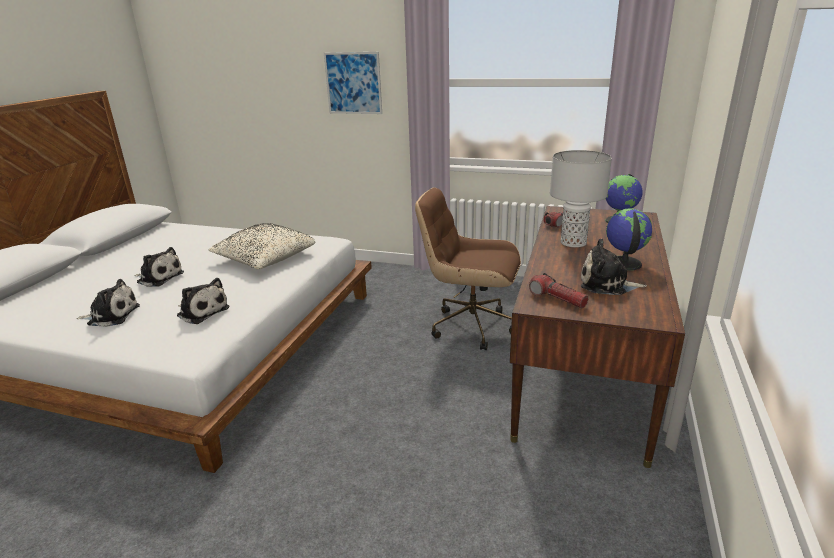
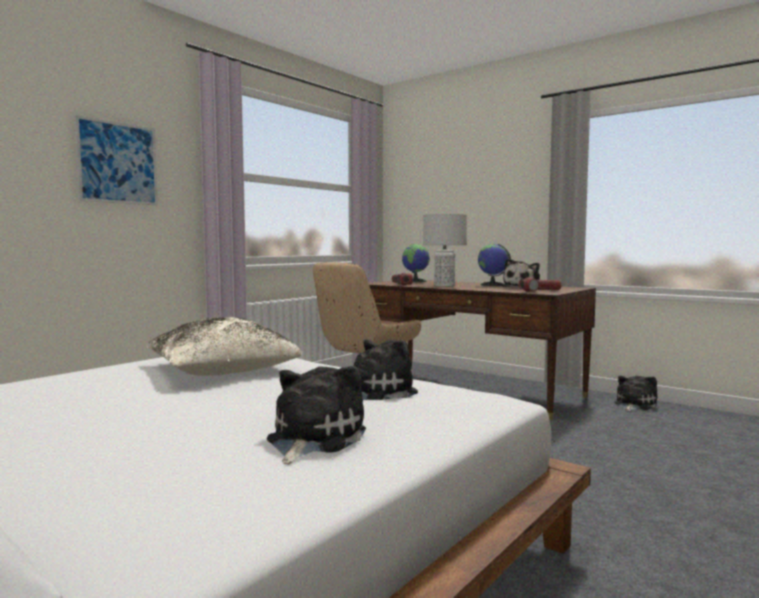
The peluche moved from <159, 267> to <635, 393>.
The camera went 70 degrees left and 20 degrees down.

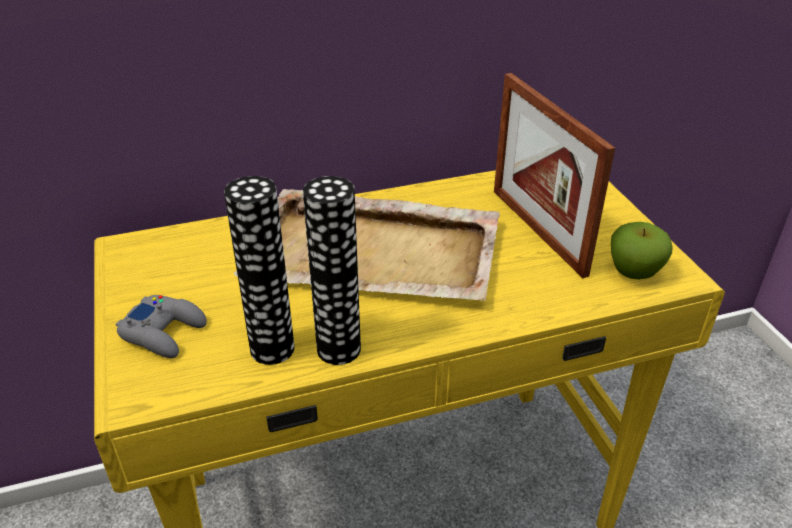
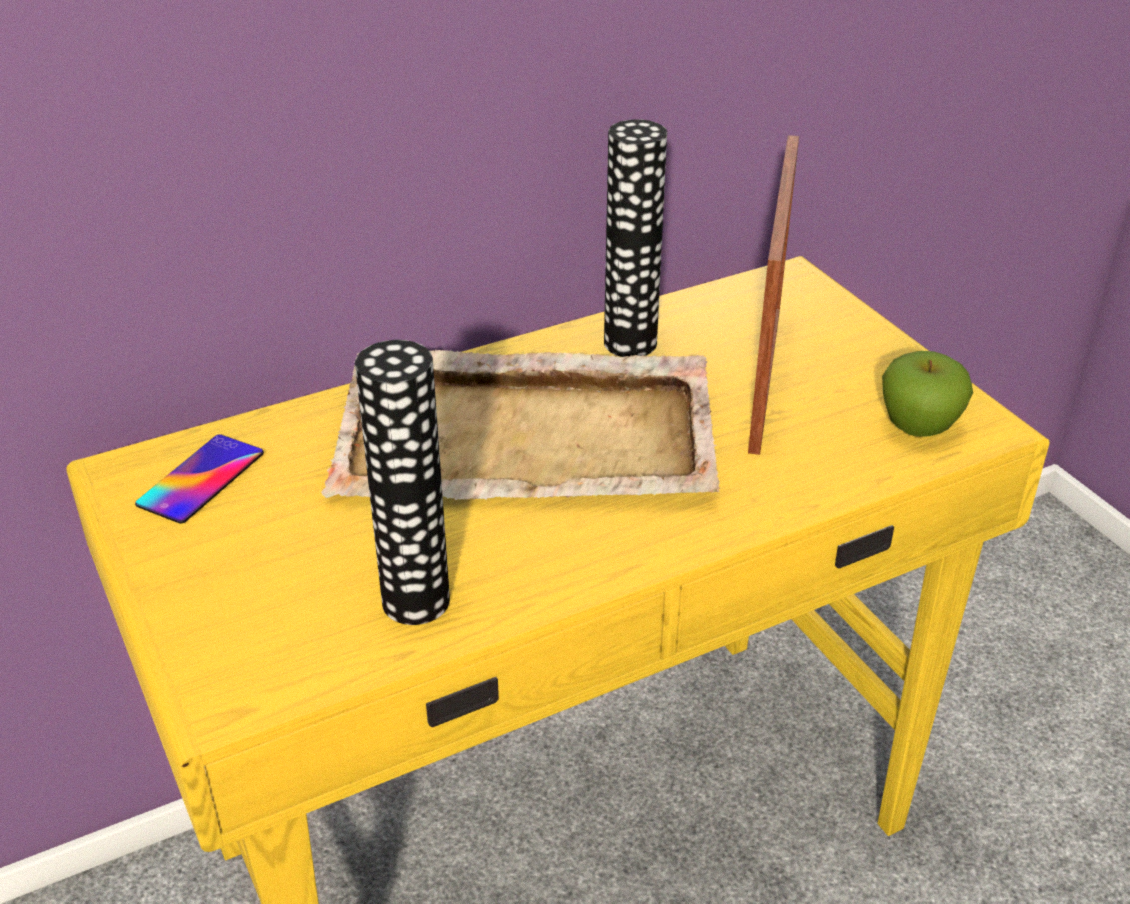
The mando de consola (gris) at <161, 326> disappeared.
The móvil at <199, 478> appeared.
The florero moved from <332, 270> to <635, 238>.
The portarretratos at <554, 175> turned 135 degrees counterclockwise.
The camera went 10 degrees left and 0 degrees up.

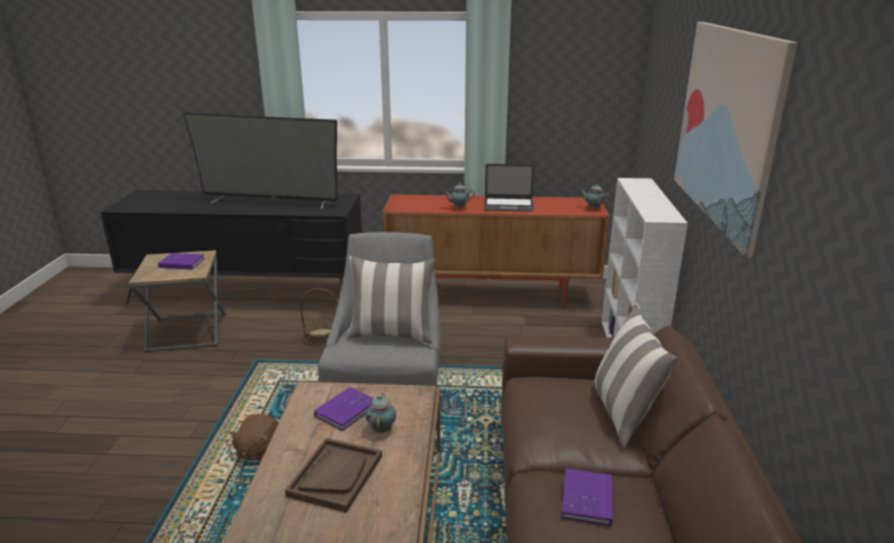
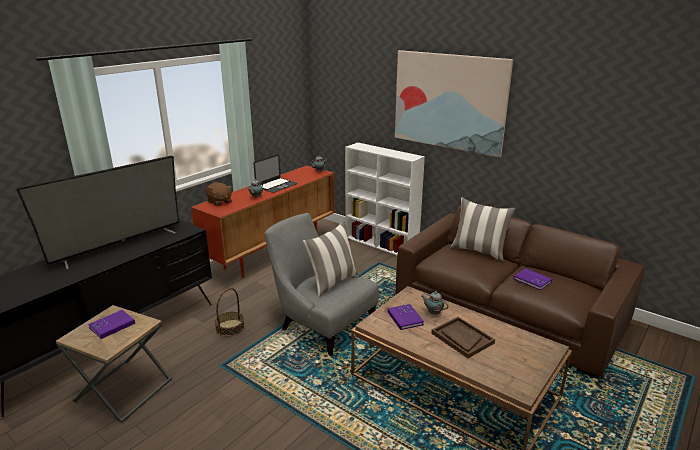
The peluche (marrón) moved from <253, 437> to <219, 194>.
The camera went 55 degrees left and 0 degrees up.

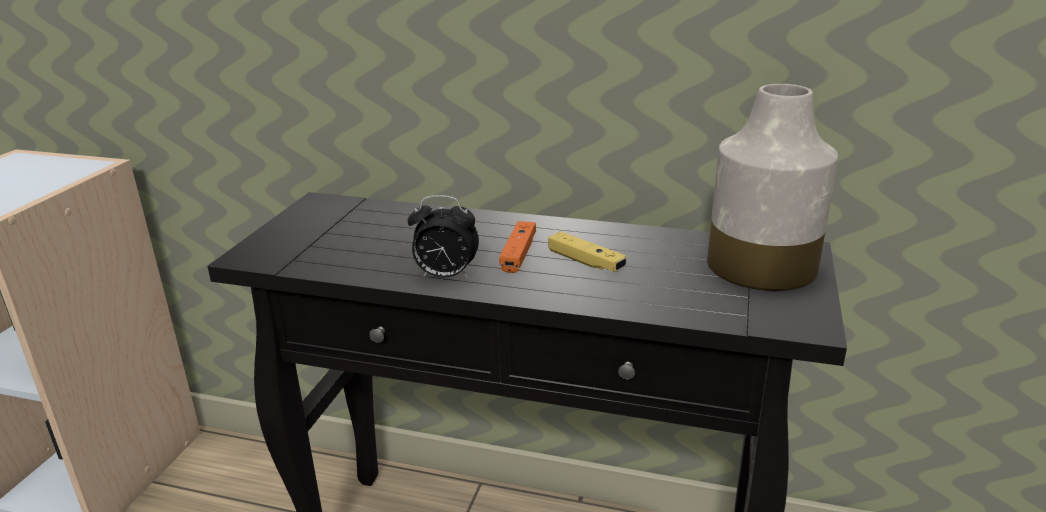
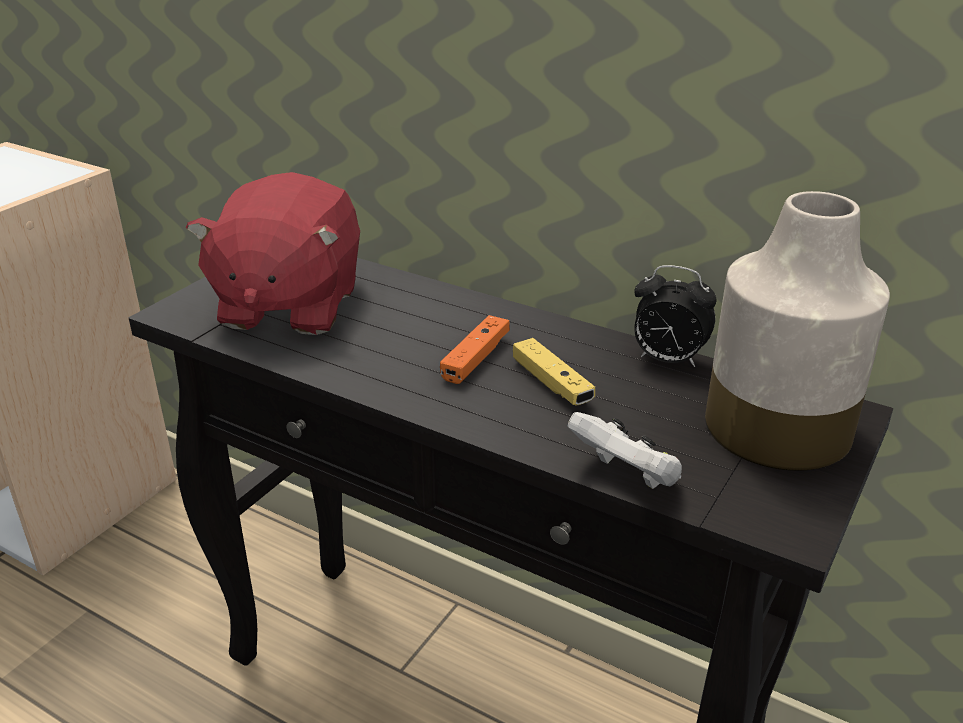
The peluche (rojo) at <273, 253> appeared.
The mando de consola (blanco) at <624, 450> appeared.
The despertador moved from <443, 237> to <675, 316>.
The camera went 15 degrees right and 5 degrees up.

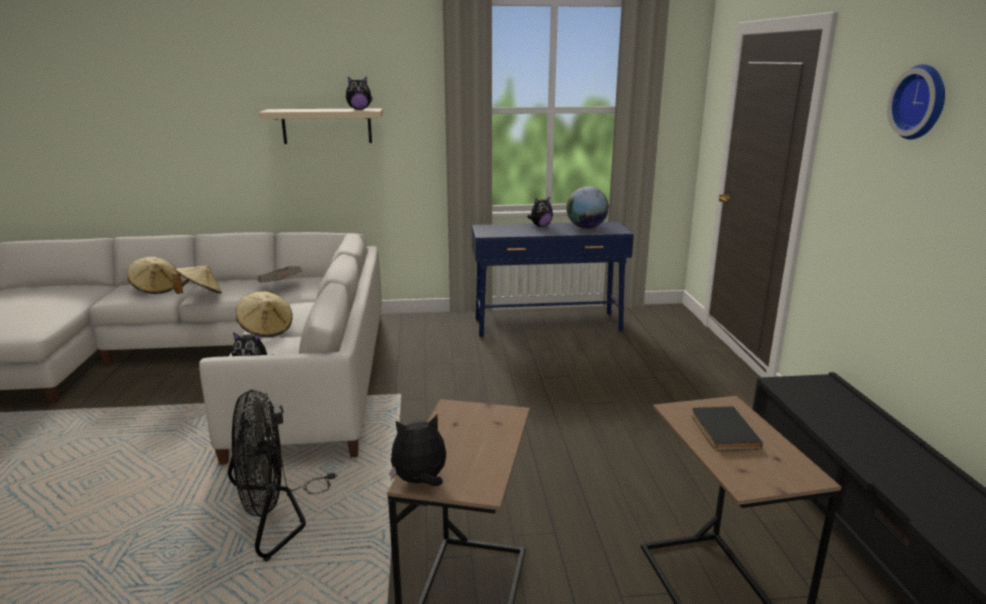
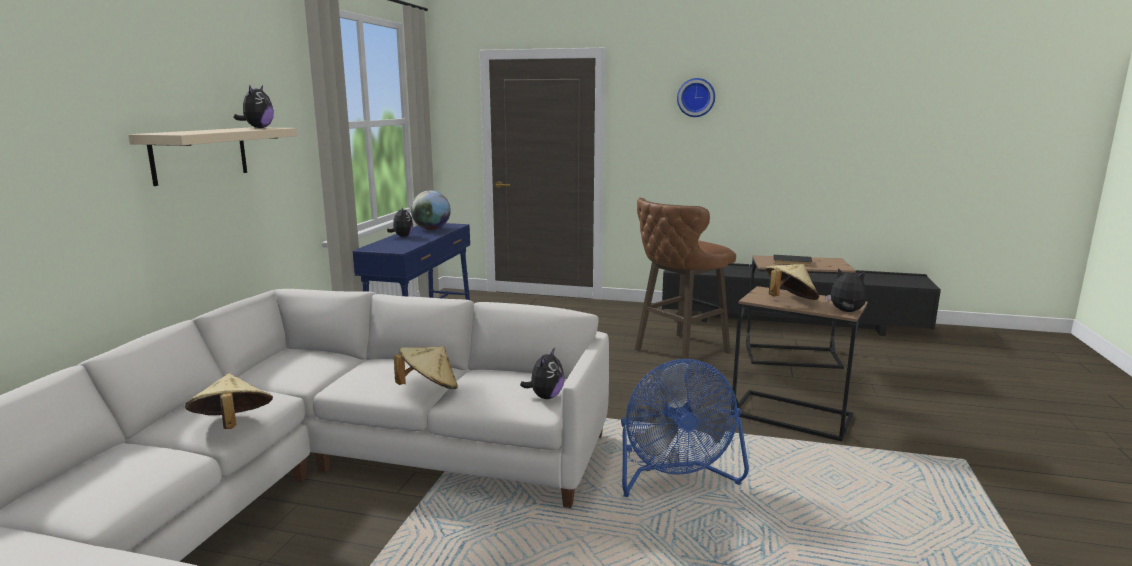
The periódico at <280, 274> disappeared.
The taburete (marrón) at <685, 280> appeared.
The sombrero (beis) moved from <151, 275> to <792, 282>.
The ventilador (negro) at <283, 475> became the ventilador (azul) at <685, 428>.
The peluche at <417, 450> turned 120 degrees clockwise.
The camera went 70 degrees left and 5 degrees down.

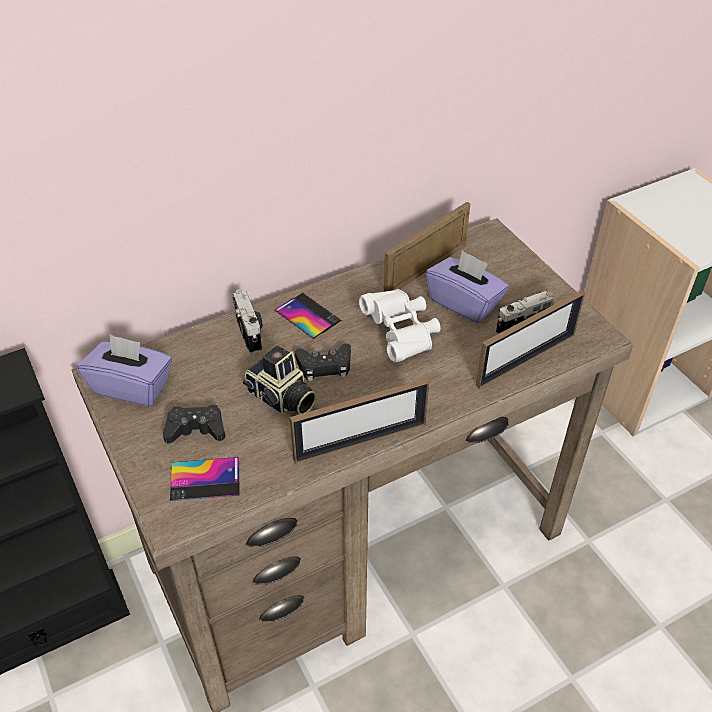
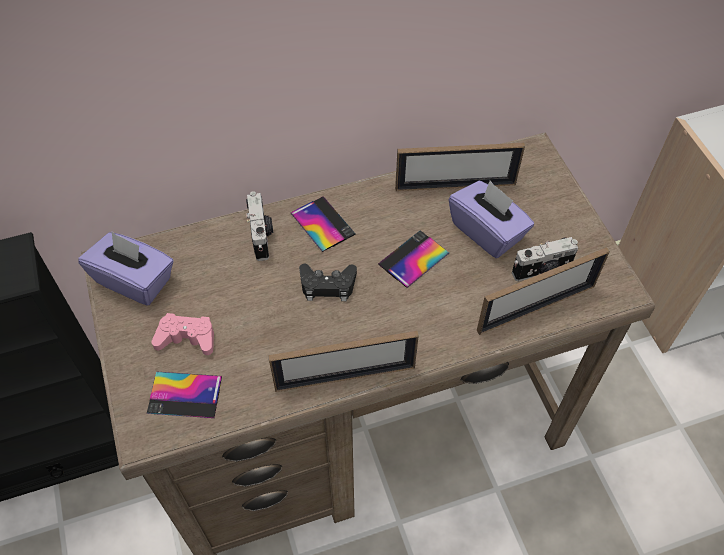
The cámara at <280, 380> disappeared.
The prismáticos (blanco) at <399, 326> was replaced by the móvil at <413, 259>.
The mando de consola (negro) at <194, 424> became the mando de consola (rosa) at <183, 334>.
The portarretratos at <427, 247> turned 150 degrees counterclockwise.
The camera went 10 degrees right and 10 degrees up.

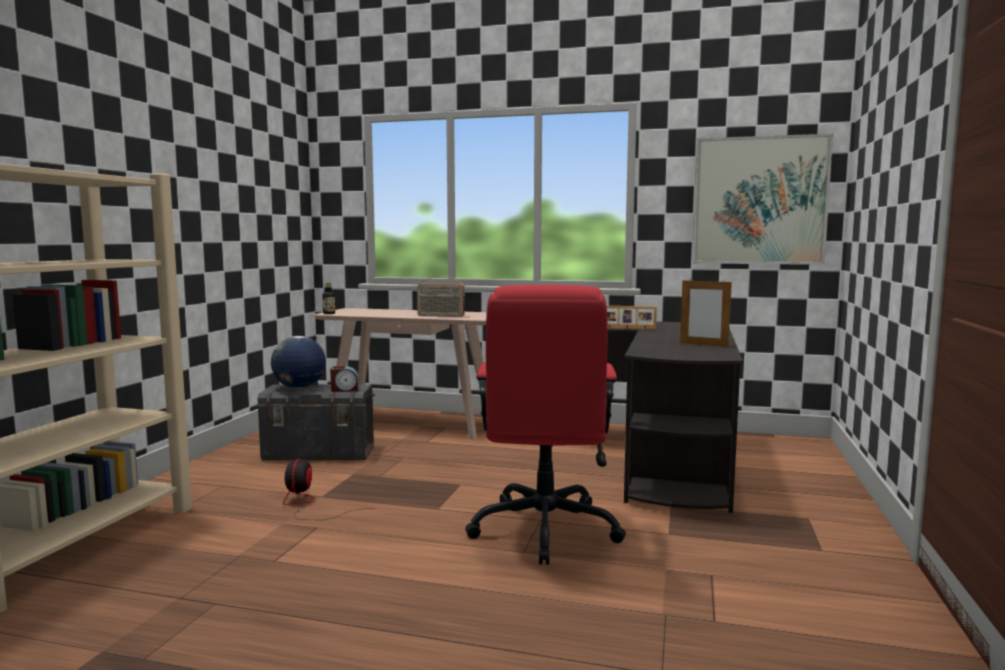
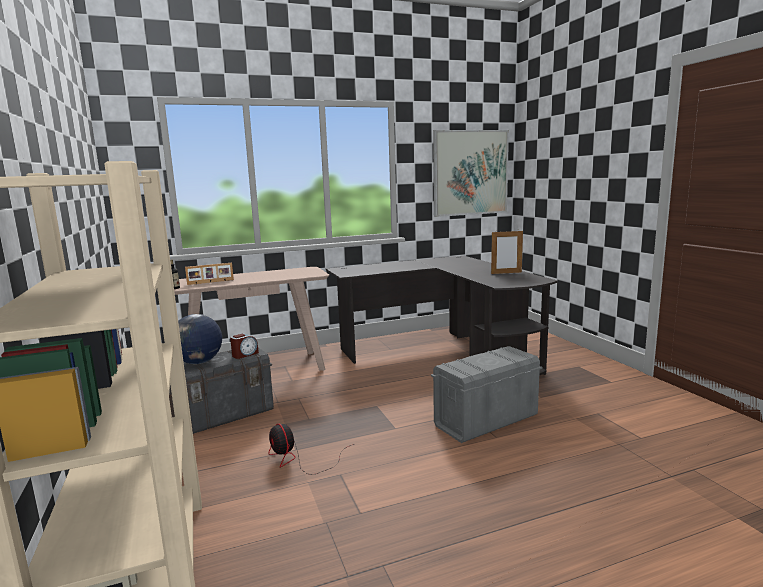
The radio at <441, 296> disappeared.
The portarretratos moved from <632, 317> to <209, 274>.
The silla de oficina (rojo) at <545, 425> was replaced by the caja de almacenaje (gris) at <486, 394>.
The camera went 35 degrees left and 5 degrees up.

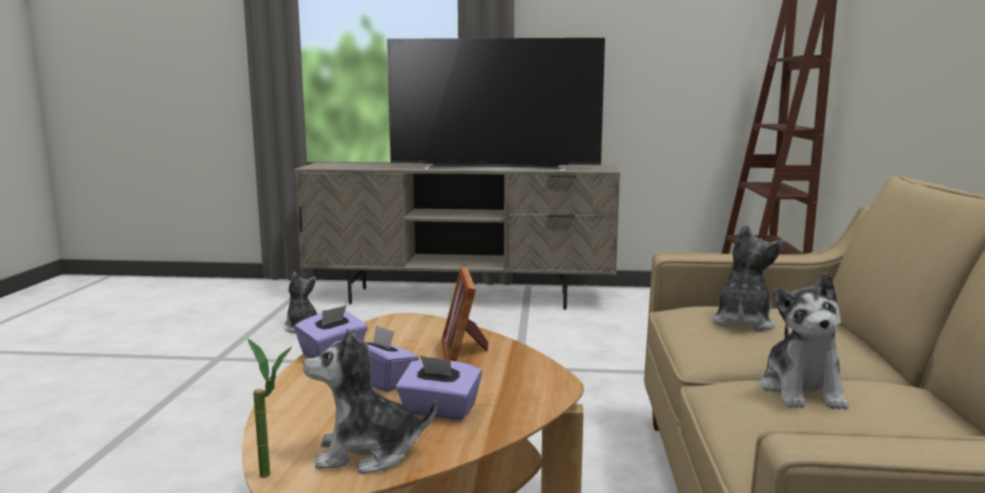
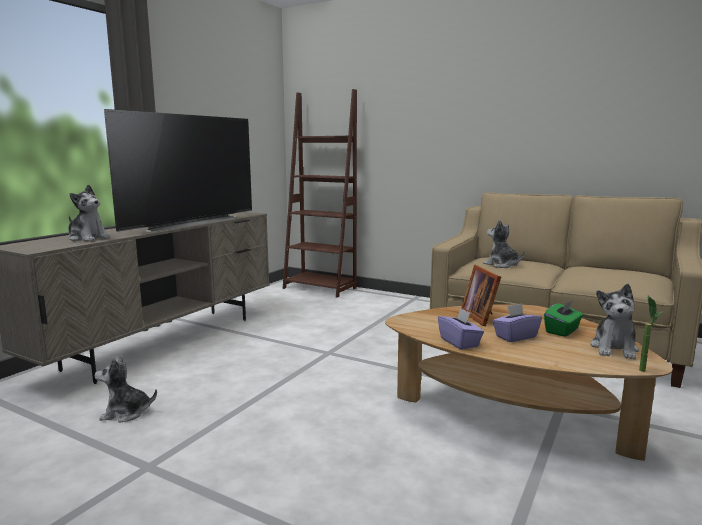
The peluche moved from <804, 341> to <89, 213>.
The caja de pañuelos (morado) at <439, 387> became the caja de pañuelos (verde) at <563, 318>.
The portarretratos at <464, 313> turned 60 degrees clockwise.
The camera went 65 degrees left and 0 degrees up.

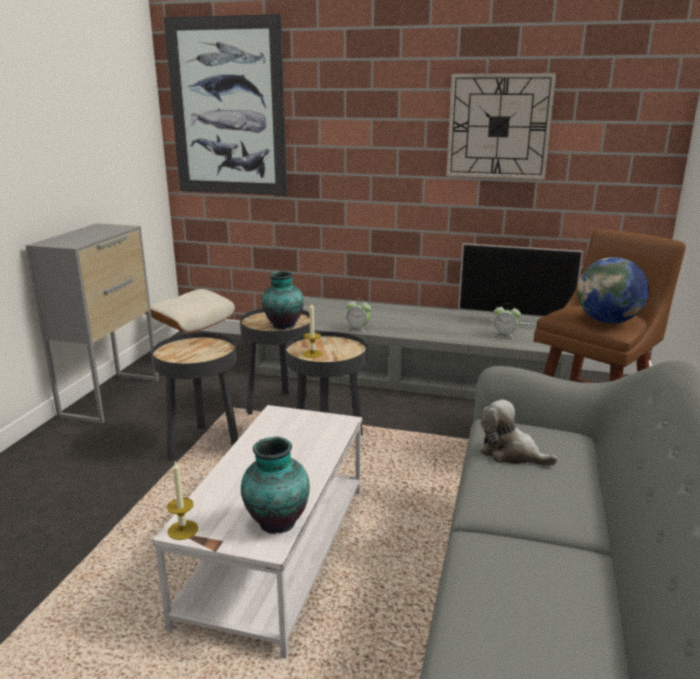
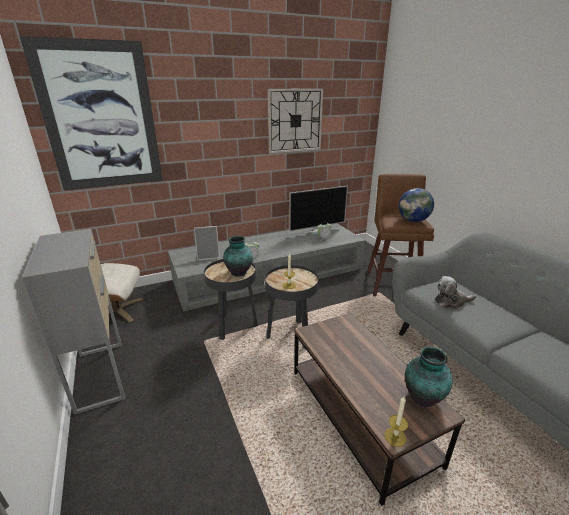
The mesa auxiliar (negro) at <195, 397> disappeared.
The portarretratos at <207, 243> appeared.
The mesa de centro (blanco) at <257, 532> became the mesa de centro (marrón) at <379, 409>.
The camera went 40 degrees left and 5 degrees up.

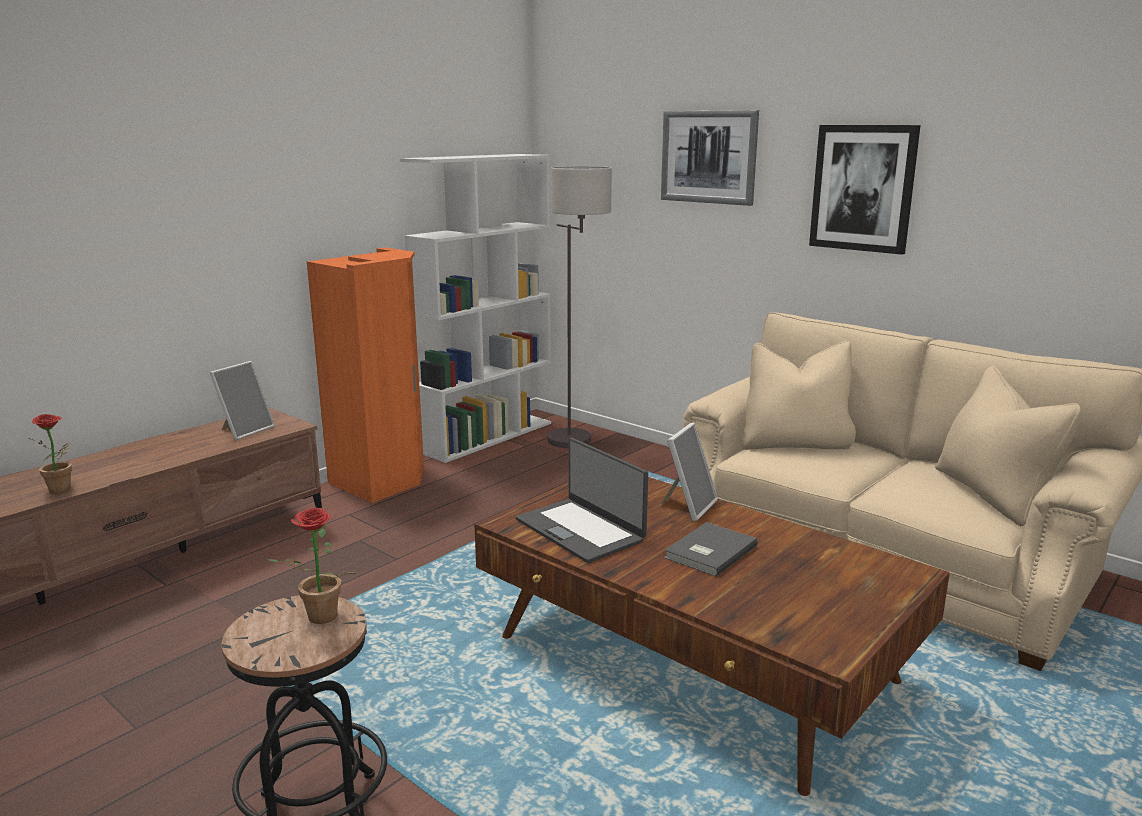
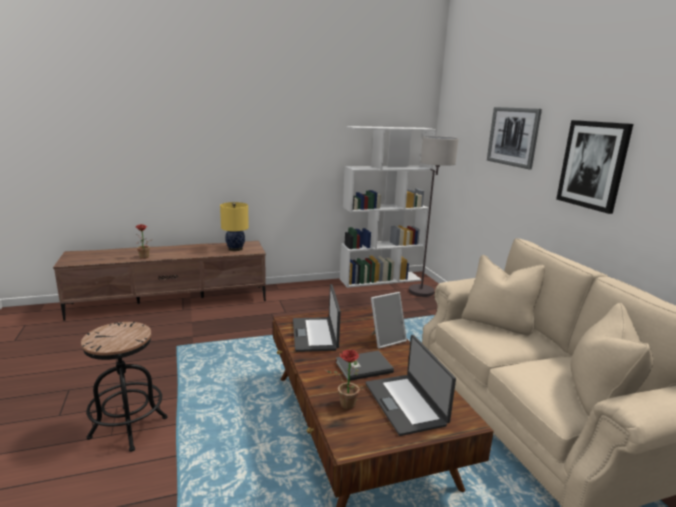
The armario (naranja) at <365, 375> disappeared.
The portátil at <411, 385> appeared.
The planta en maceta moved from <310, 566> to <344, 380>.
The portarretratos at <242, 400> was replaced by the lámpara de mesa (amarillo) at <234, 226>.
The camera went 30 degrees right and 0 degrees up.

